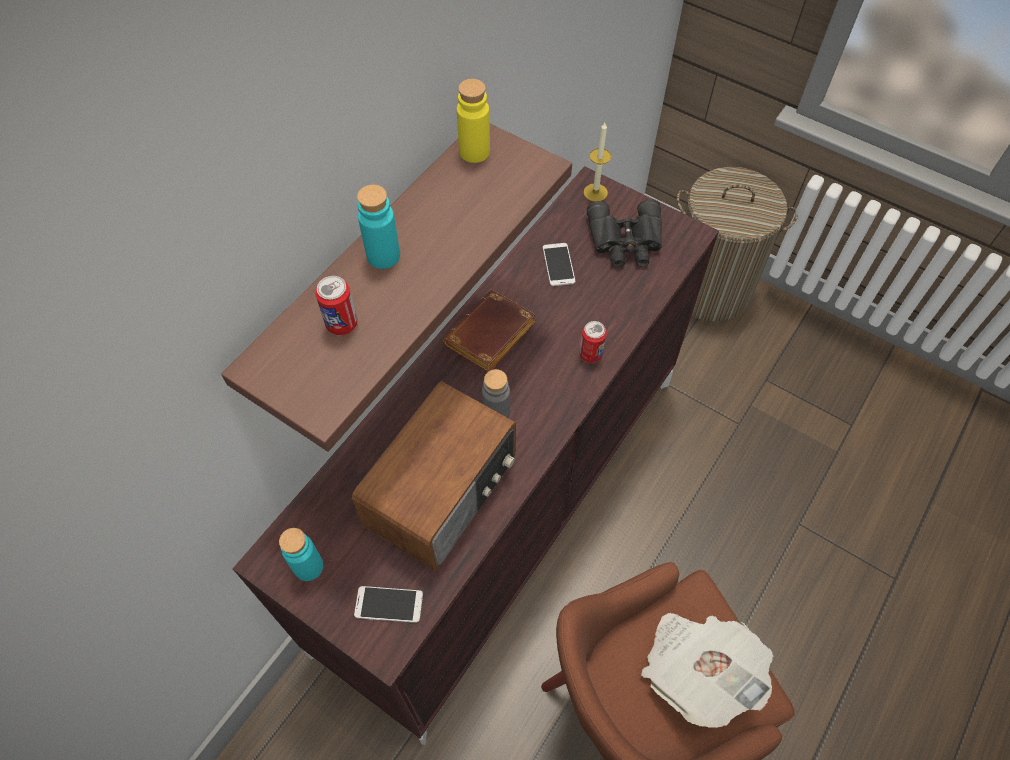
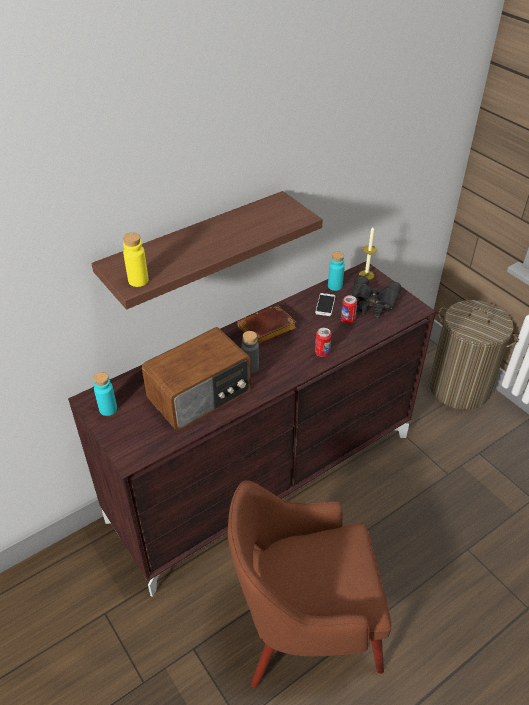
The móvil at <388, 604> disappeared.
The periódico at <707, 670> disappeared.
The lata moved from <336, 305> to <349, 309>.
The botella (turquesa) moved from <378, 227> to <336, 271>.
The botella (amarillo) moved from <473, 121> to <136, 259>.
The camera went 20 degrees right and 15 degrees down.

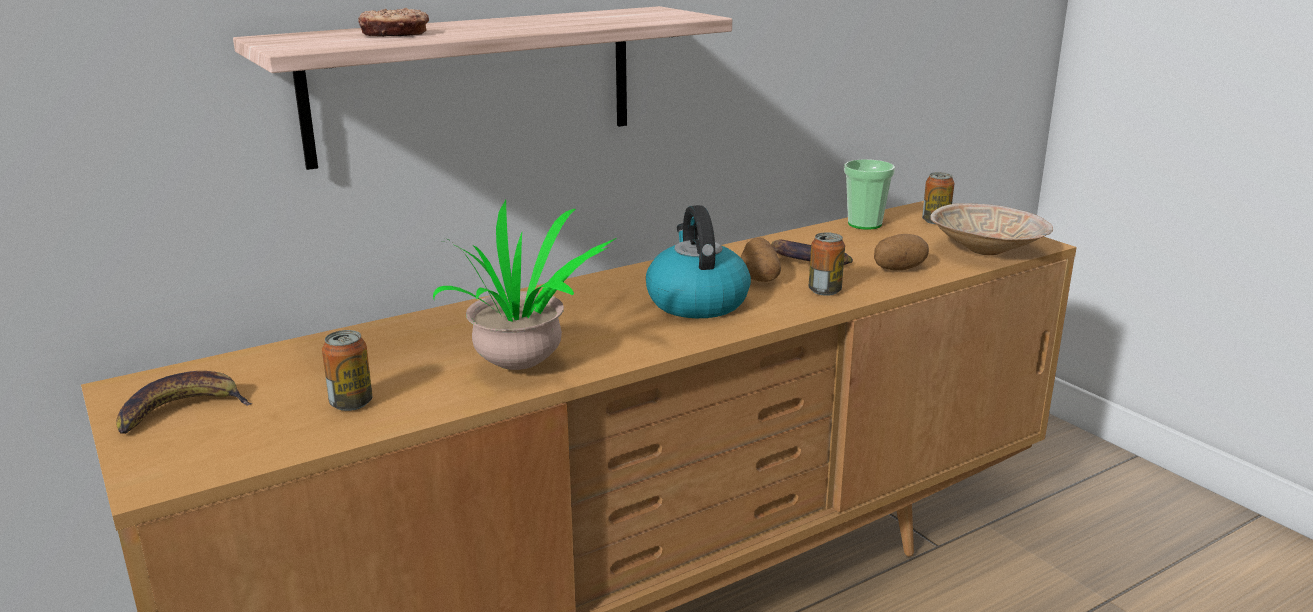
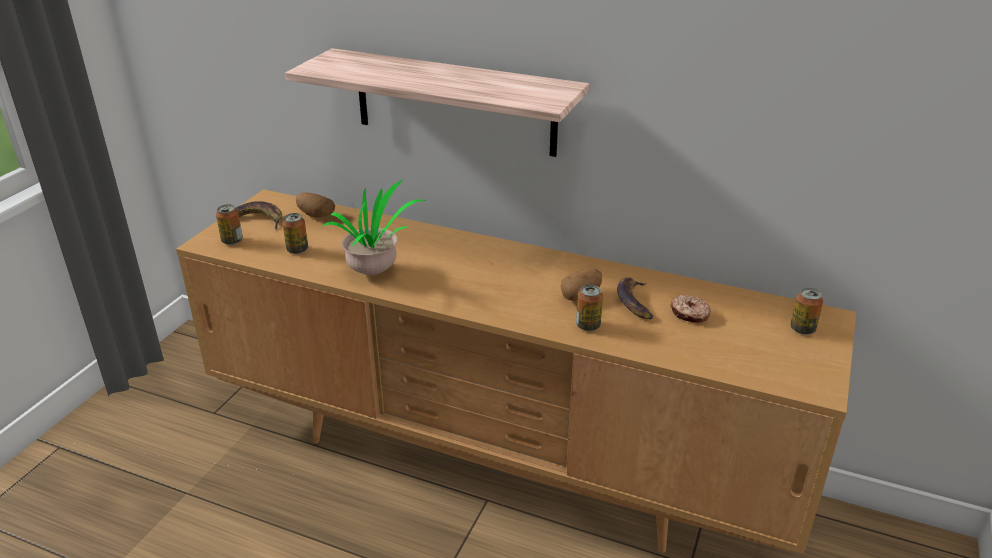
The hervidor at <698, 261> disappeared.
The taza at <869, 195> disappeared.
The cuenco (beis) at <991, 229> disappeared.
The lata at <229, 224> appeared.
The rosquilla moved from <393, 22> to <690, 309>.
The patata moved from <901, 252> to <315, 205>.
The camera went 55 degrees right and 10 degrees up.

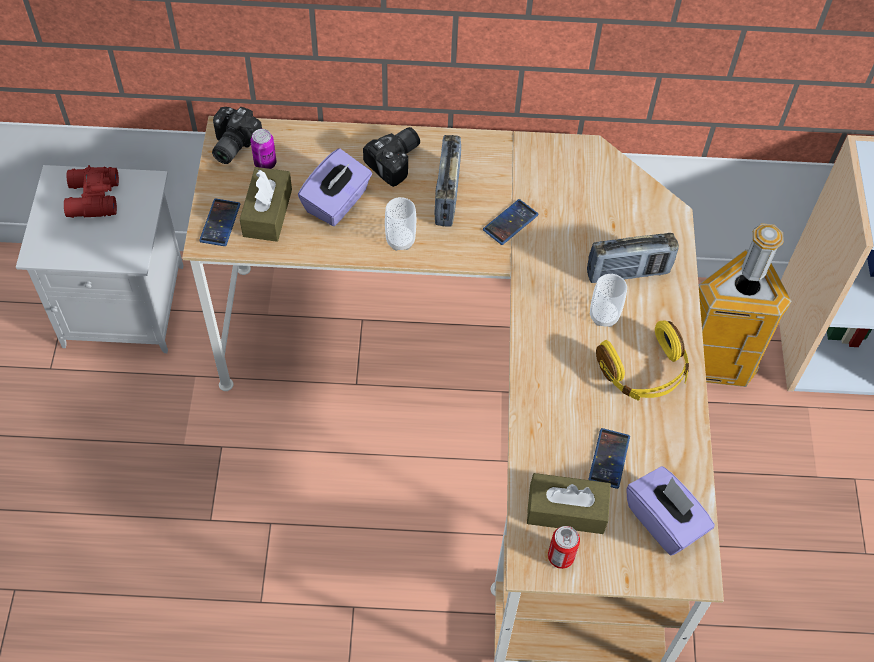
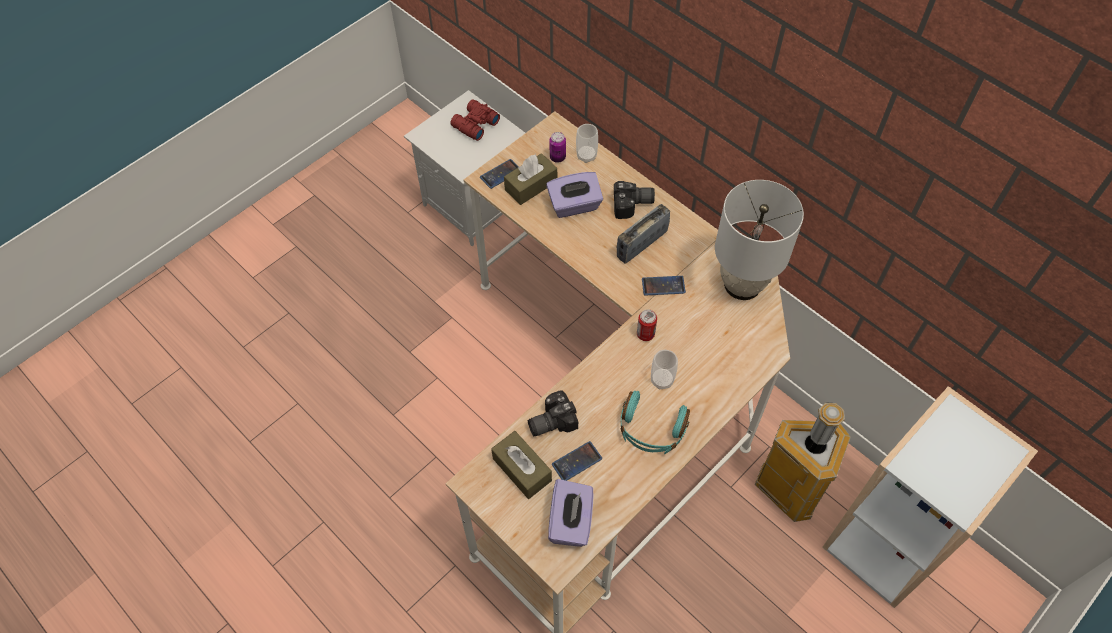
The radio at <633, 258> disappeared.
The lámpara de mesa (blanco) at <759, 240> appeared.
The cámara moved from <237, 135> to <553, 413>.
The taza moved from <400, 224> to <587, 143>.
The lata moved from <564, 547> to <647, 325>.
The auriculares (amarillo) at <642, 360> became the auriculares (turquesa) at <655, 423>.
The camera went 45 degrees right and 0 degrees up.

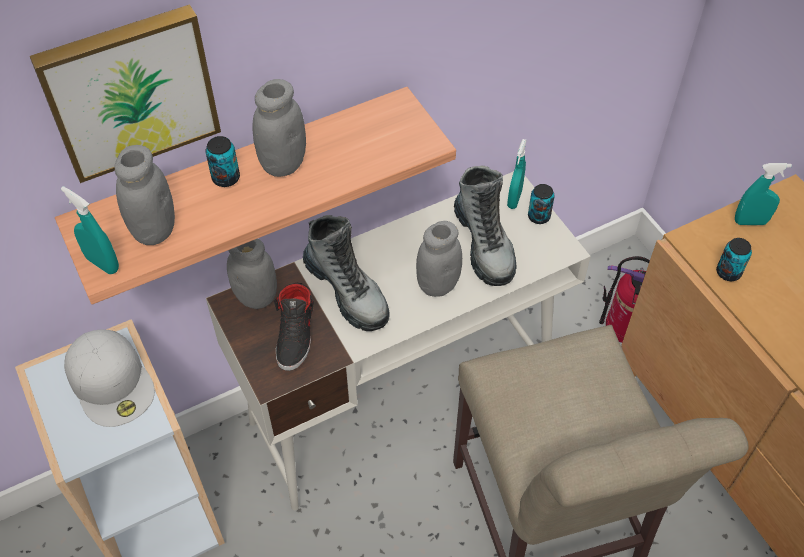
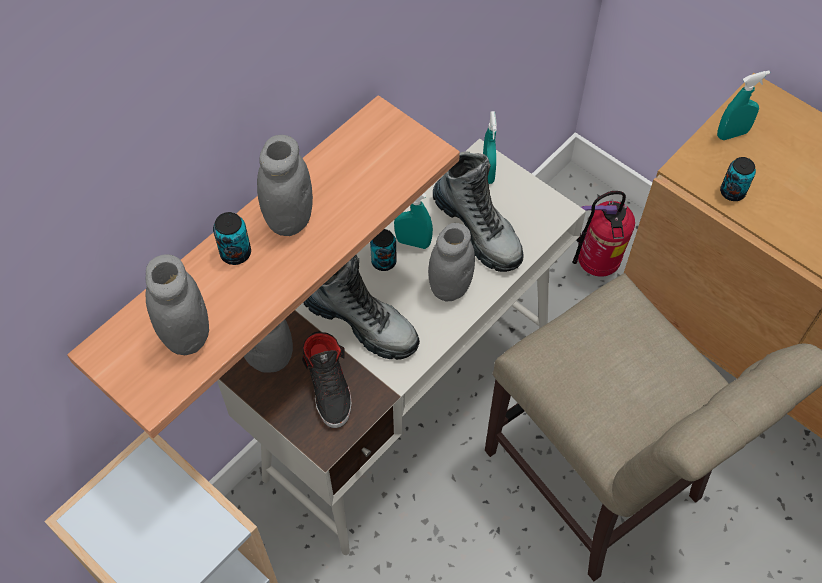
The cuadro at <125, 93> disappeared.
The gorra (blanco) at <109, 378> disappeared.
The pulverizador (turquesa) moved from <90, 230> to <413, 221>.
The lata moved from <541, 204> to <383, 250>.
The camera went 20 degrees left and 5 degrees up.

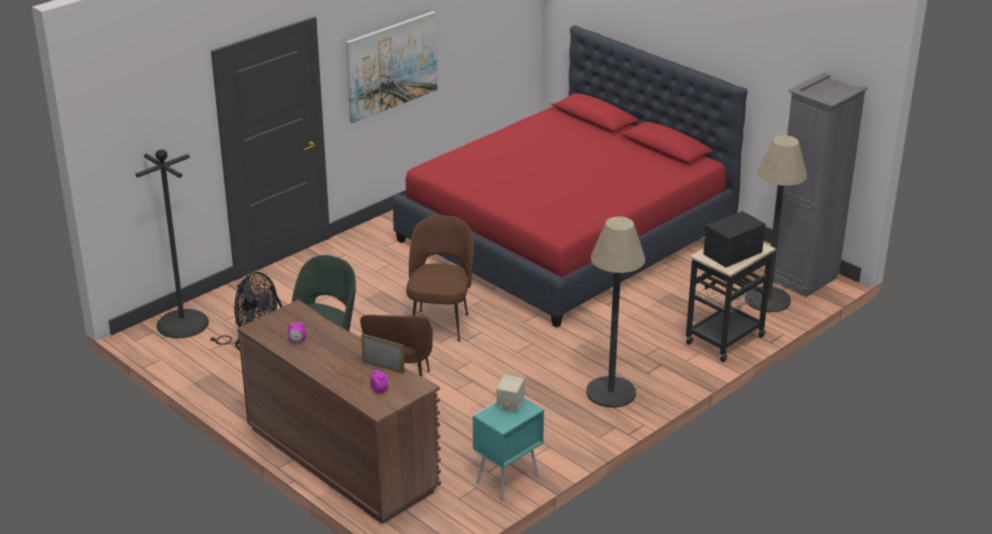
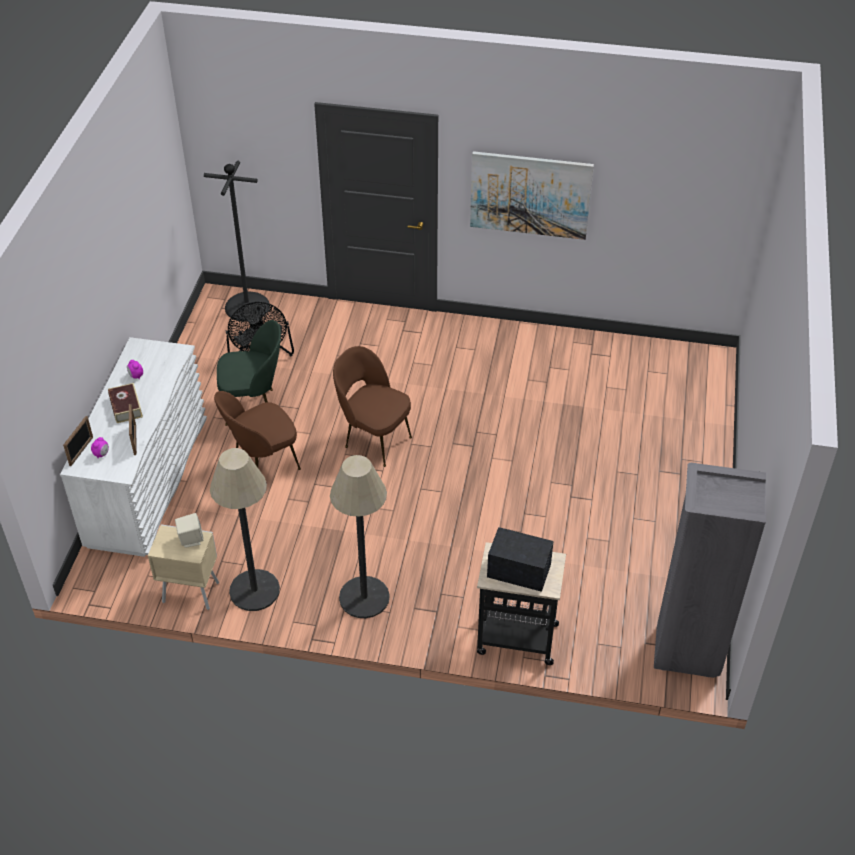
The cama (rojo) at <570, 176> disappeared.
The portarretratos at <78, 441> appeared.
The libro at <125, 403> appeared.
The lámpara de pie moved from <776, 223> to <245, 529>.
The cómoda (marrón) at <339, 411> became the cómoda (blanco) at <133, 447>.
The mesita de noche (turquesa) at <508, 449> became the mesita de noche (beis) at <183, 567>.
The silla (marrón) at <440, 278> turned 120 degrees counterclockwise.
The camera went 55 degrees right and 15 degrees up.

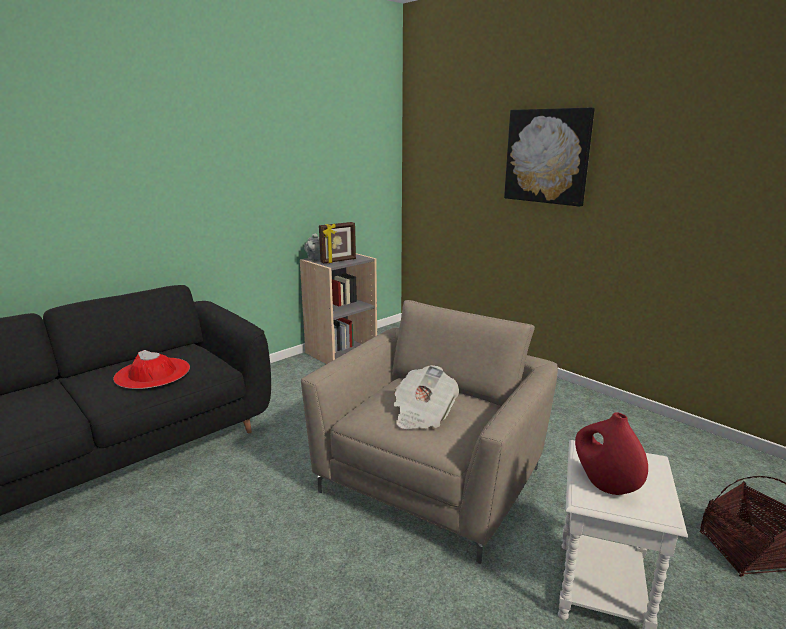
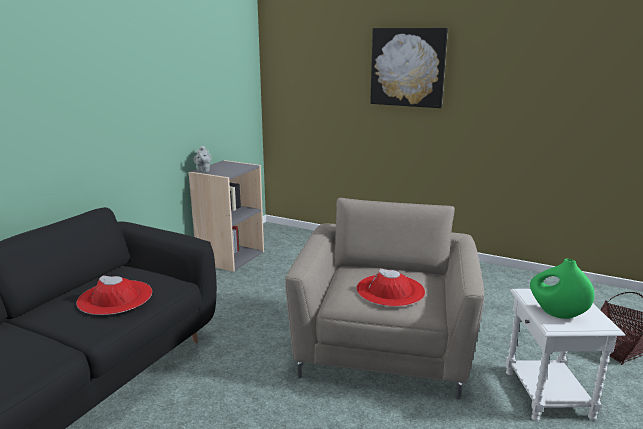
The portarretratos at <337, 243> disappeared.
The periódico at <426, 397> was replaced by the sombrero (rojo) at <390, 287>.
The florero (rojo) at <611, 453> became the florero (verde) at <562, 289>.
The camera went 20 degrees left and 0 degrees up.

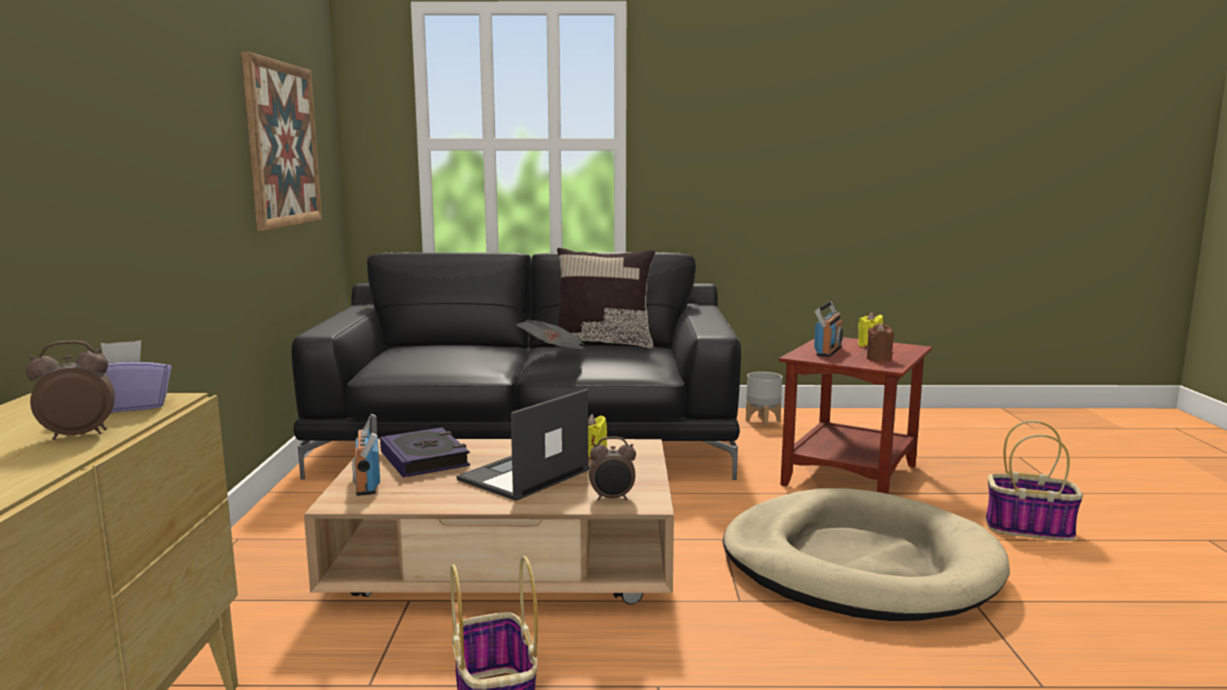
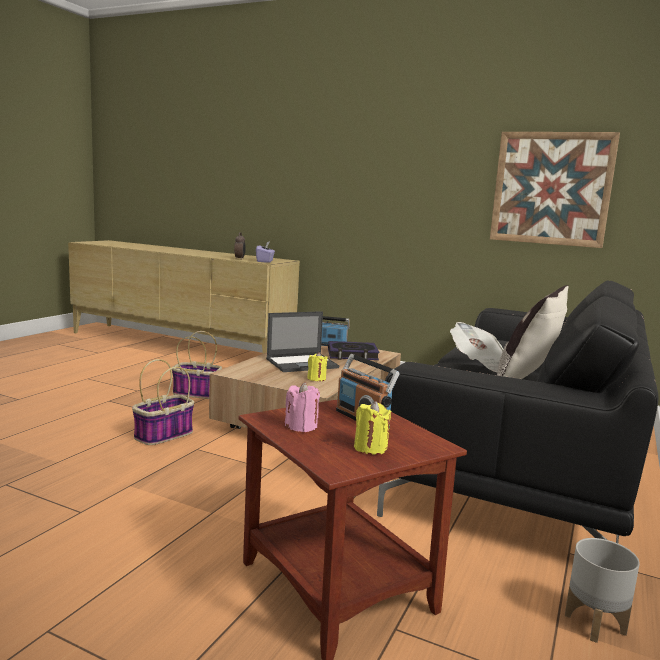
The despertador at <612, 469> disappeared.
The cama para perro (beis) at <866, 554> disappeared.
The cesta moved from <1034, 480> to <163, 402>.
The vela (marrón) at <880, 342> became the vela (rosa) at <302, 407>.
The portátil at <522, 445> turned 90 degrees clockwise.
The camera went 115 degrees right and 0 degrees up.

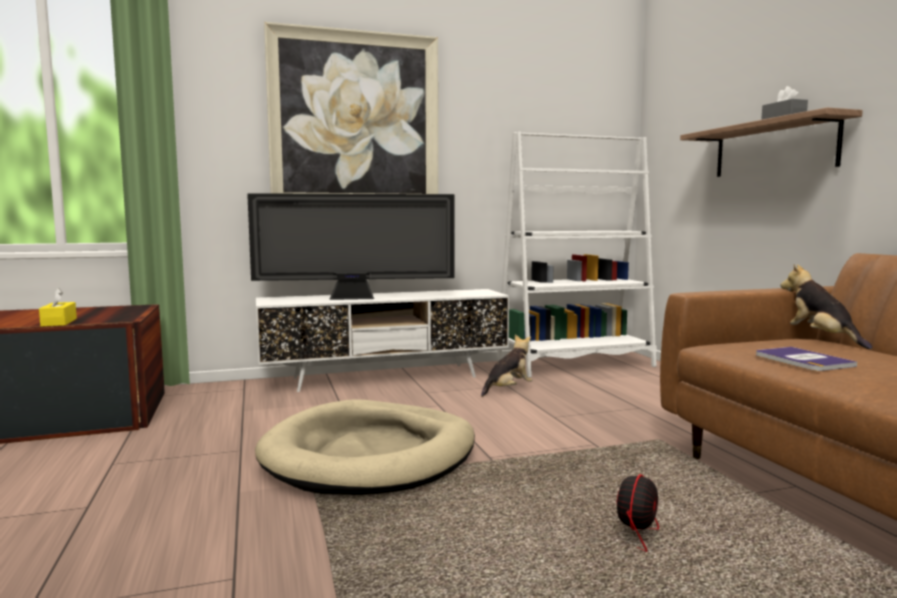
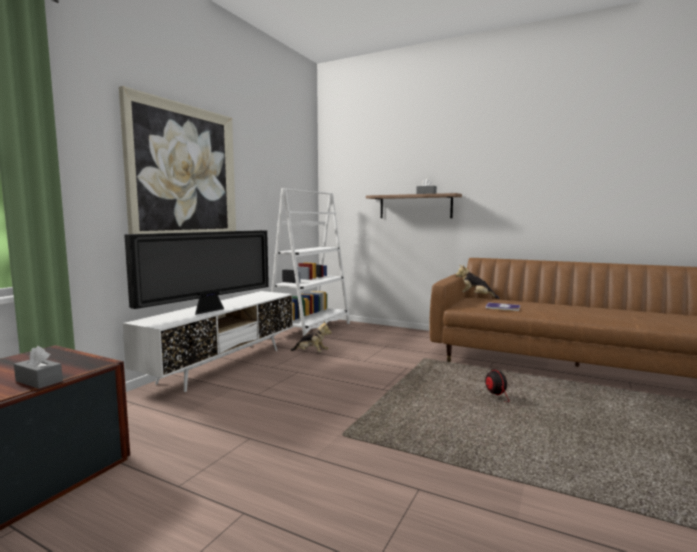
The cama para perro (beis) at <365, 447> disappeared.
The caja de pañuelos (amarillo) at <58, 307> became the caja de pañuelos (gris) at <38, 367>.
The peluche at <507, 365> turned 105 degrees clockwise.
The camera went 45 degrees left and 0 degrees up.

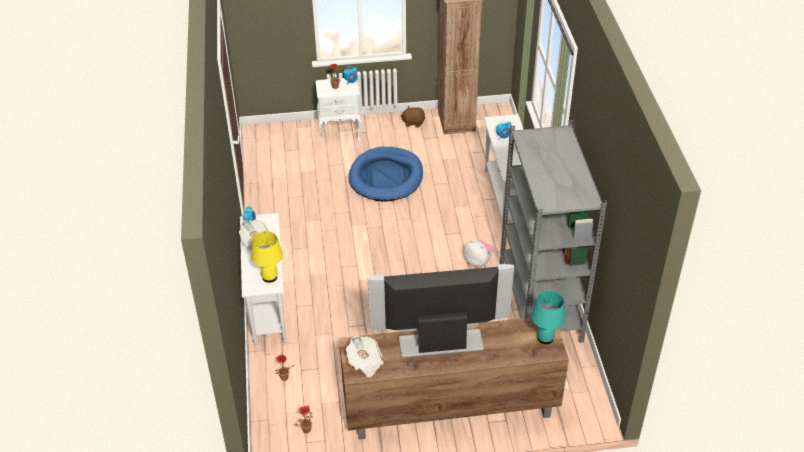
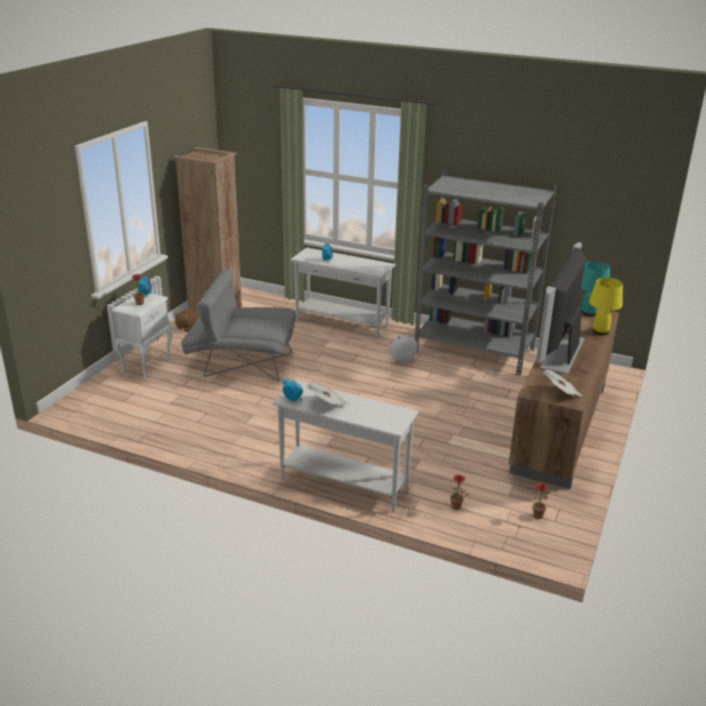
The lámpara de mesa (amarillo) moved from <267, 257> to <606, 306>.
The cama para perro (azul) at <385, 174> was replaced by the sillón (gris) at <238, 325>.
The camera went 60 degrees left and 15 degrees down.

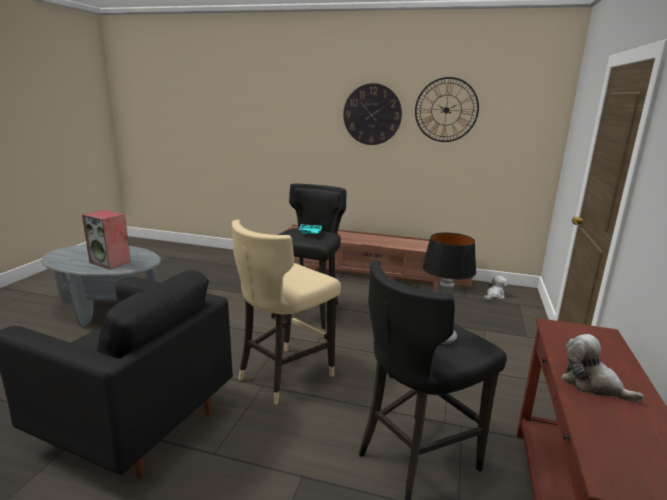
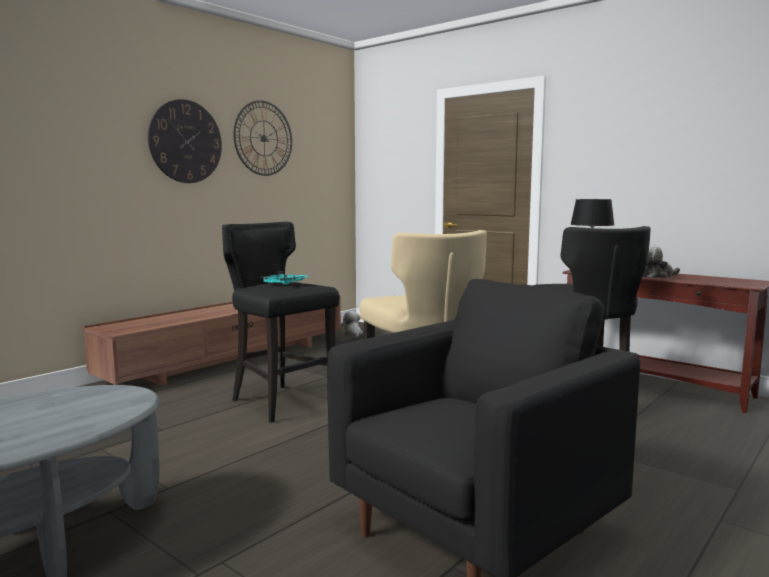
The altavoz at <106, 240> disappeared.
The camera went 65 degrees left and 10 degrees down.

